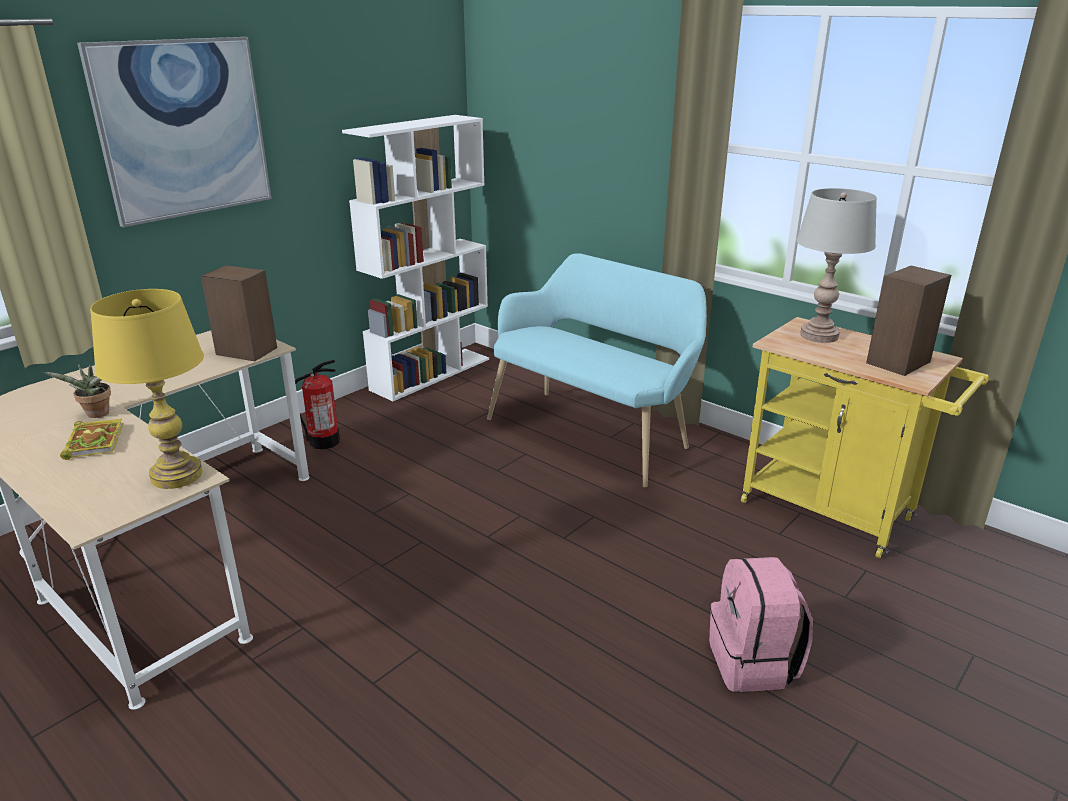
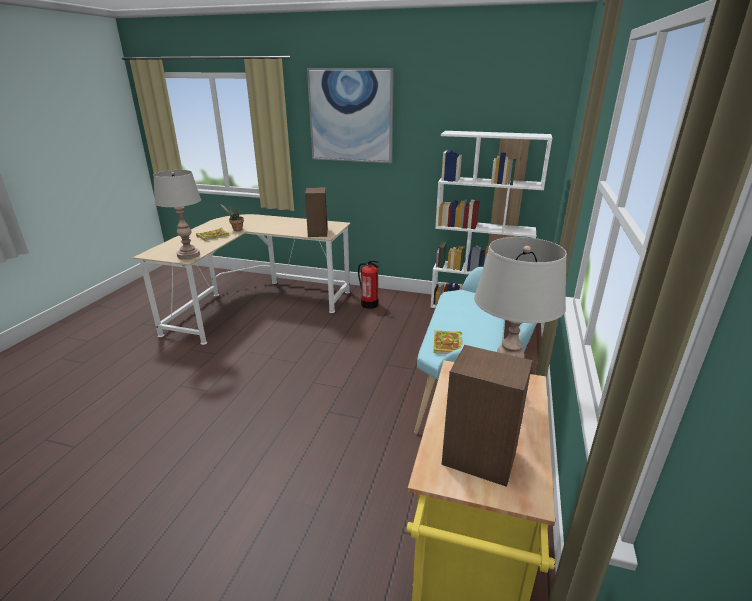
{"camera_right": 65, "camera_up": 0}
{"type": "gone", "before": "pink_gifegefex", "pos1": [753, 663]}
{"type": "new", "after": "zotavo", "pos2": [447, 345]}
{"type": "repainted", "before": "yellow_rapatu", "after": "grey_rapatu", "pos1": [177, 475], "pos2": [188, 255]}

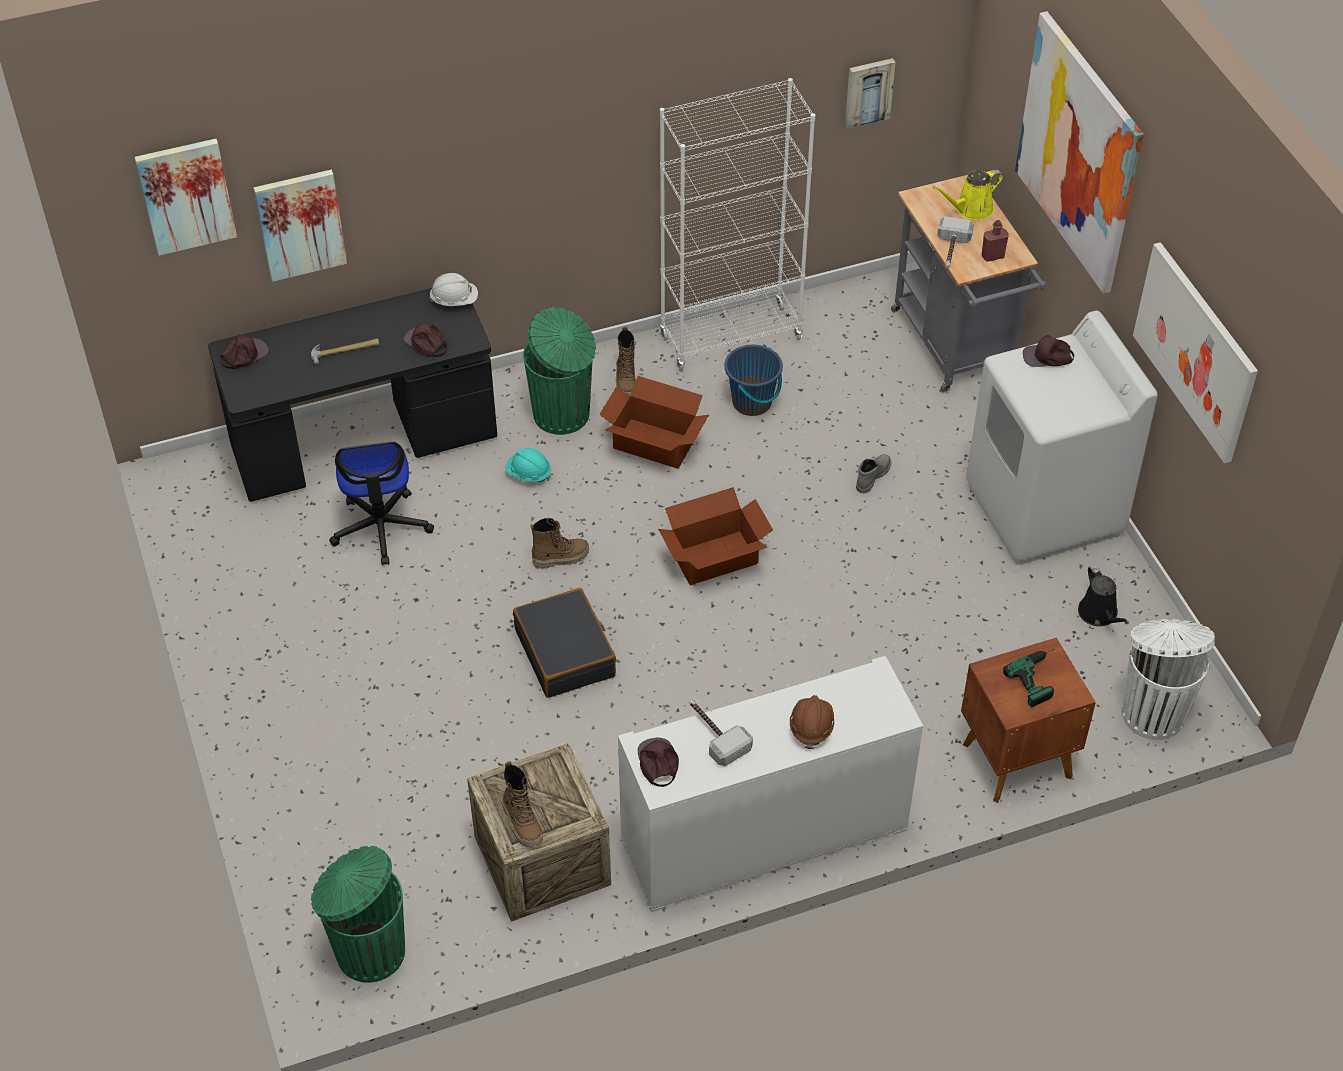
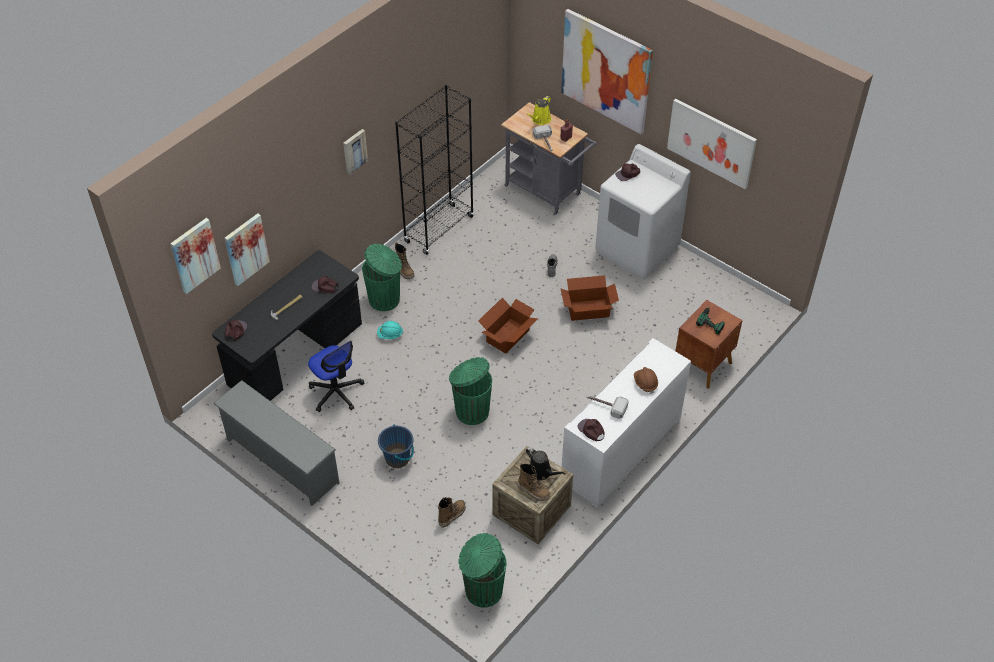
{"camera_right": -30, "camera_up": 0}
{"type": "gone", "before": "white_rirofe", "pos1": [454, 300]}
{"type": "gone", "before": "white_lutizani", "pos1": [1152, 712]}
{"type": "new", "after": "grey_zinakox", "pos2": [280, 461]}
{"type": "shifted", "before": "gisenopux", "pos1": [560, 557], "pos2": [451, 515]}
{"type": "shifted", "before": "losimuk", "pos1": [654, 444], "pos2": [588, 310]}
{"type": "shifted", "before": "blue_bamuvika", "pos1": [752, 402], "pos2": [397, 458]}
{"type": "shifted", "before": "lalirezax", "pos1": [868, 91], "pos2": [354, 151]}
{"type": "shifted", "before": "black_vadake", "pos1": [1099, 614], "pos2": [541, 472]}
{"type": "swapped", "before": "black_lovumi", "after": "green_lutizani", "pos1": [565, 653], "pos2": [471, 411]}
{"type": "repainted", "before": "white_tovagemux", "after": "black_tovagemux", "pos1": [731, 338], "pos2": [439, 229]}

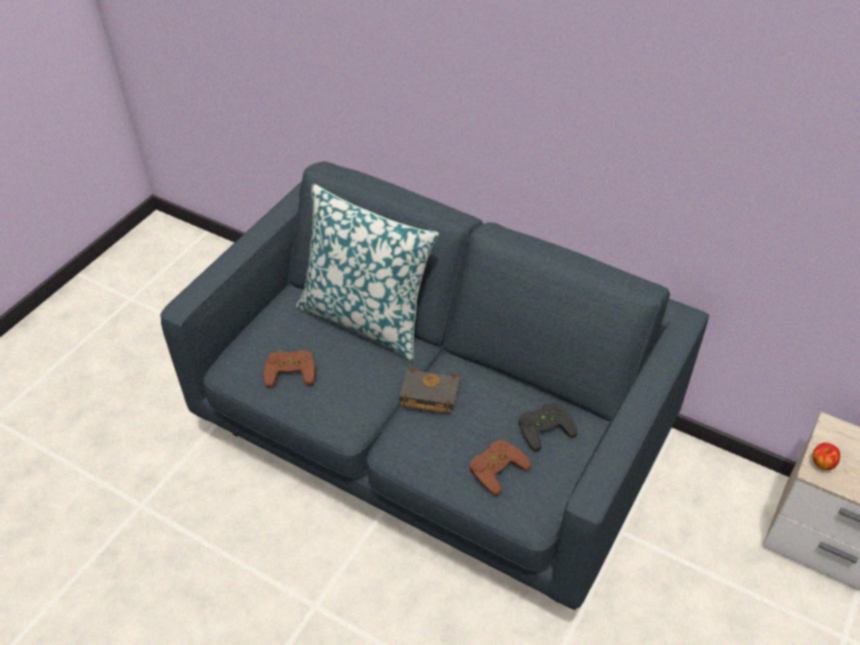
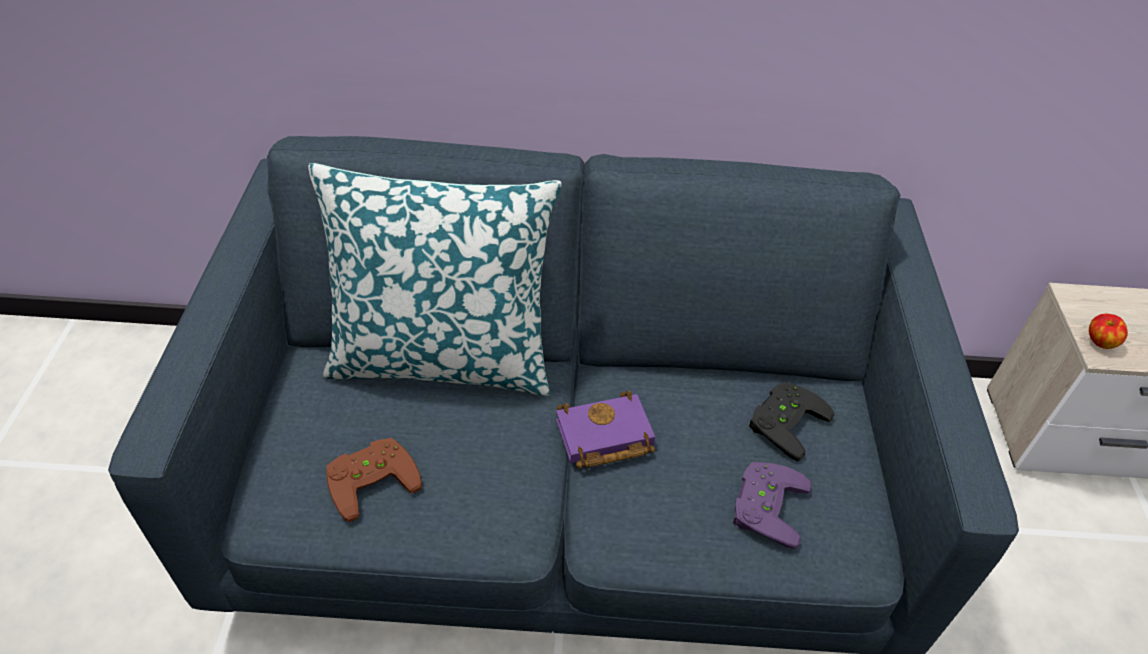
{"camera_right": -30, "camera_up": 0}
{"type": "repainted", "before": "black_zotavo", "after": "purple_zotavo", "pos1": [427, 395], "pos2": [603, 437]}
{"type": "repainted", "before": "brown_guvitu", "after": "purple_guvitu", "pos1": [495, 466], "pos2": [764, 504]}

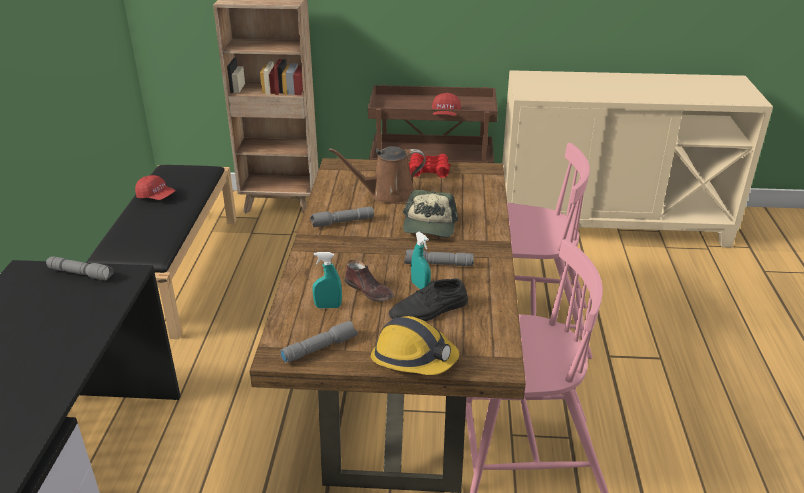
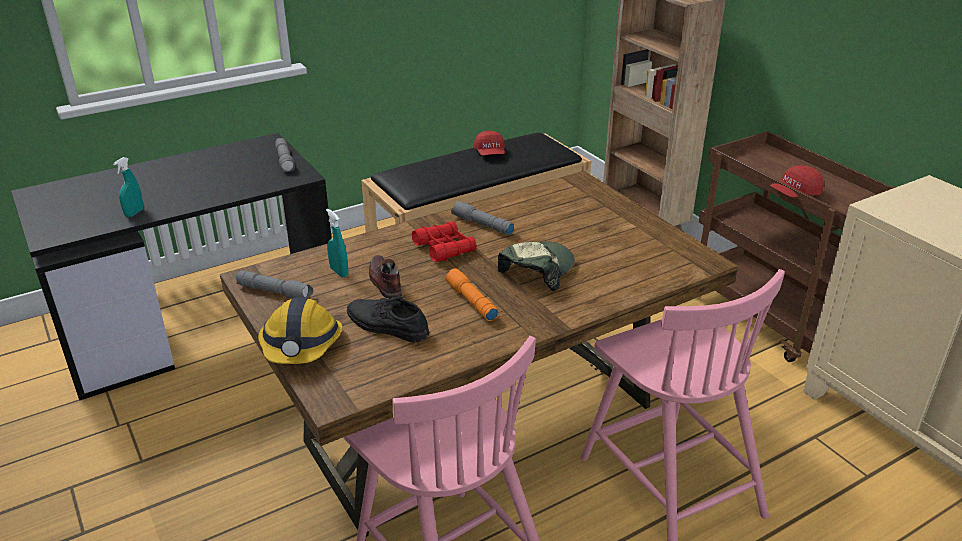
{"camera_right": 55, "camera_up": 0}
{"type": "gone", "before": "brown_vadake", "pos1": [387, 194]}
{"type": "shifted", "before": "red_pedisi", "pos1": [428, 170], "pos2": [444, 248]}
{"type": "shifted", "before": "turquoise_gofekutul", "pos1": [420, 286], "pos2": [134, 213]}
{"type": "repainted", "before": "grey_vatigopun", "after": "orange_vatigopun", "pos1": [438, 264], "pos2": [470, 301]}
{"type": "rotated", "before": "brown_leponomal", "pos1": [369, 291], "pos2": [384, 282], "turn": 150}
{"type": "rotated", "before": "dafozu", "pos1": [429, 226], "pos2": [536, 270], "turn": 150}

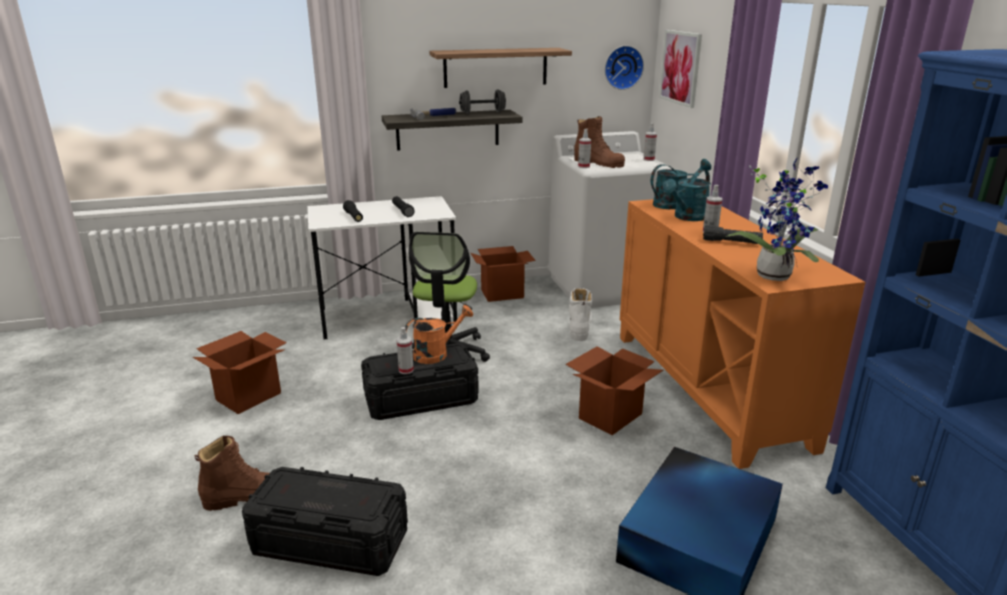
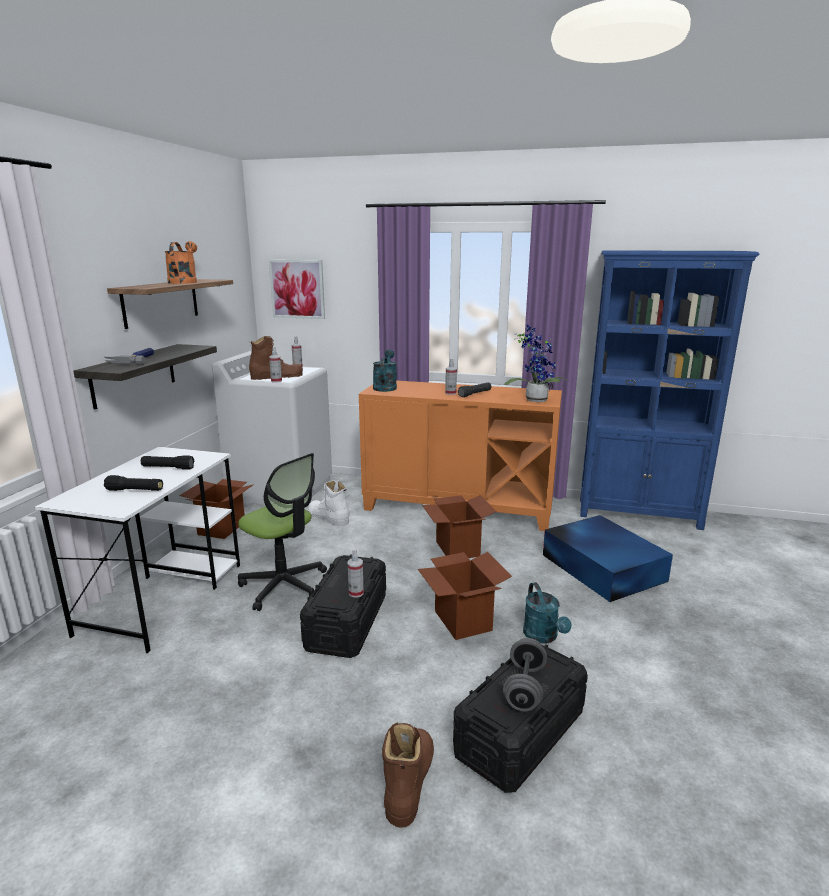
{"camera_right": -60, "camera_up": -5}
{"type": "gone", "before": "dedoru", "pos1": [622, 67]}
{"type": "shifted", "before": "losimuk", "pos1": [249, 396], "pos2": [462, 620]}
{"type": "shifted", "before": "orange_vadake", "pos1": [436, 353], "pos2": [184, 282]}
{"type": "shifted", "before": "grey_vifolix", "pos1": [482, 112], "pos2": [524, 688]}
{"type": "shifted", "before": "turquoise_vadake", "pos1": [687, 217], "pos2": [543, 637]}

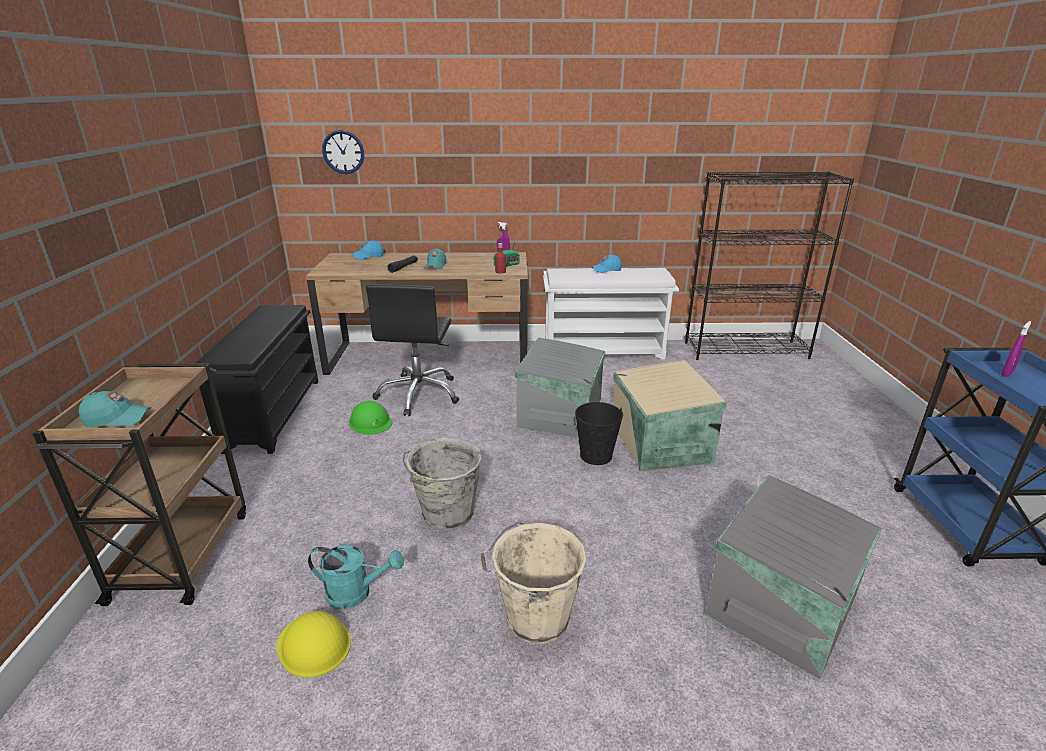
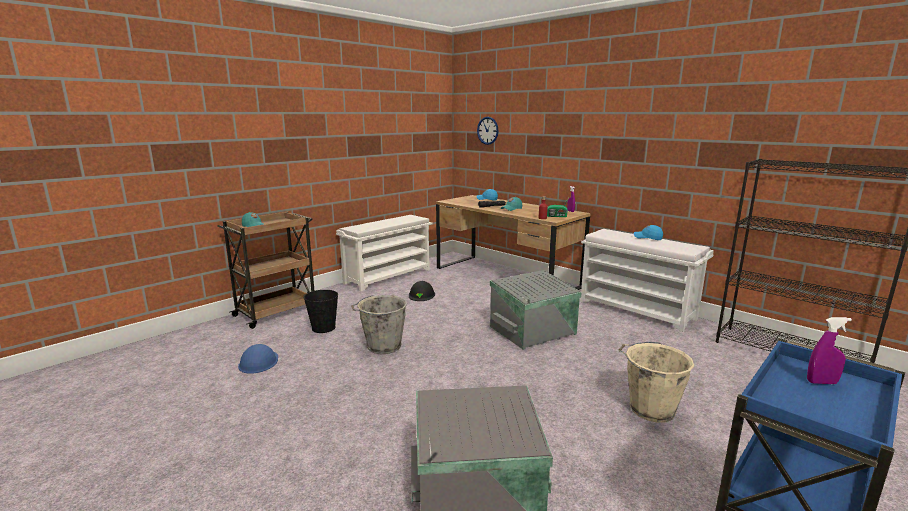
{"camera_right": 45, "camera_up": -10}
{"type": "gone", "before": "turquoise_vadake", "pos1": [356, 593]}
{"type": "gone", "before": "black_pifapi", "pos1": [419, 394]}
{"type": "gone", "before": "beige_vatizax", "pos1": [658, 442]}
{"type": "shifted", "before": "beige_bamuvika", "pos1": [534, 619], "pos2": [650, 409]}
{"type": "shifted", "before": "black_bamuvika", "pos1": [595, 455], "pos2": [323, 328]}
{"type": "repainted", "before": "black_zinakox", "after": "white_zinakox", "pos1": [273, 413], "pos2": [388, 276]}
{"type": "repainted", "before": "yellow_rirofe", "after": "blue_rirofe", "pos1": [313, 644], "pos2": [258, 362]}
{"type": "repainted", "before": "green_rirofe", "after": "black_rirofe", "pos1": [370, 422], "pos2": [421, 295]}

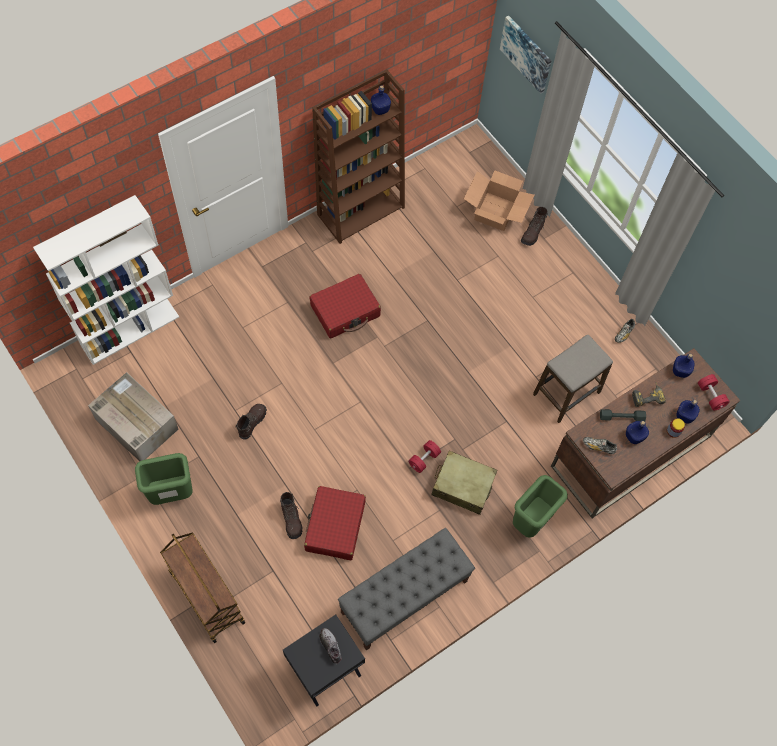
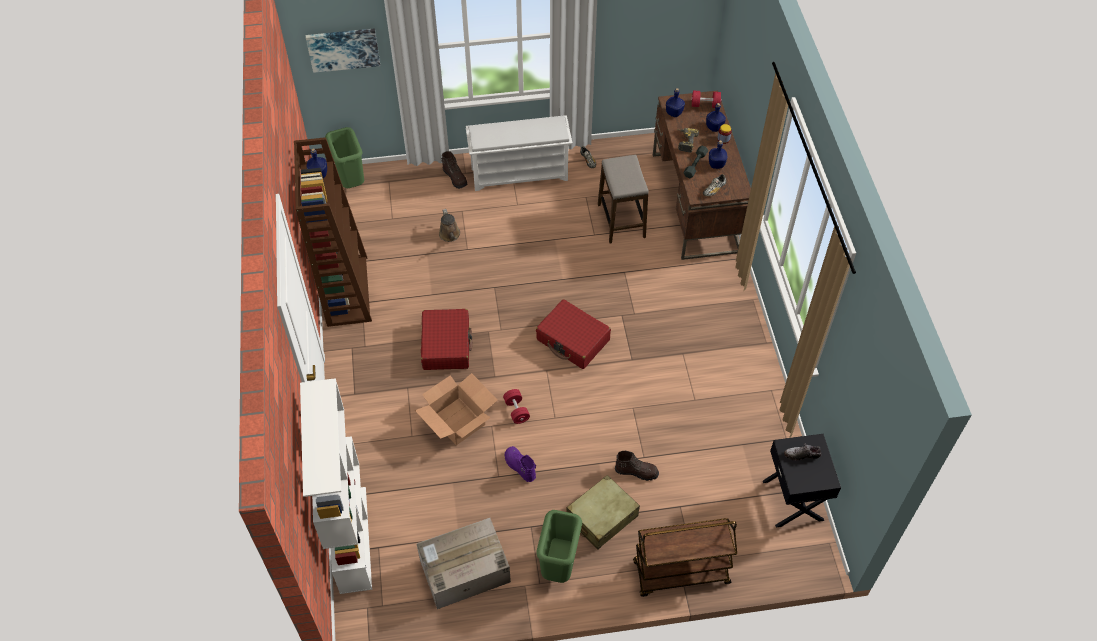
{"camera_right": -60, "camera_up": -10}
{"type": "gone", "before": "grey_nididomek", "pos1": [404, 597]}
{"type": "new", "after": "brown_vadake", "pos2": [450, 235]}
{"type": "new", "after": "white_zinakox", "pos2": [520, 173]}
{"type": "shifted", "before": "red_lovumi", "pos1": [335, 527], "pos2": [573, 340]}
{"type": "shifted", "before": "red_vifolix", "pos1": [424, 459], "pos2": [516, 411]}
{"type": "shifted", "before": "beige_lovumi", "pos1": [462, 486], "pos2": [601, 517]}
{"type": "shifted", "before": "losimuk", "pos1": [496, 211], "pos2": [458, 421]}
{"type": "shifted", "before": "green_lutizani", "pos1": [531, 521], "pos2": [351, 182]}
{"type": "repainted", "before": "brown_gisenopux", "after": "purple_gisenopux", "pos1": [252, 422], "pos2": [519, 467]}

